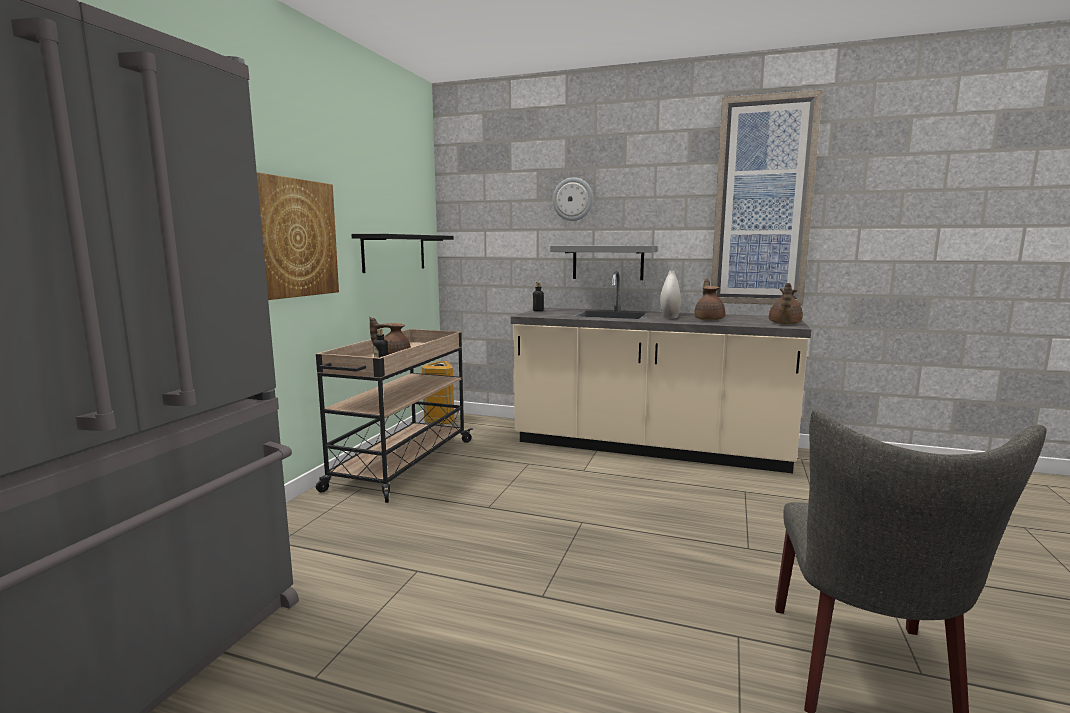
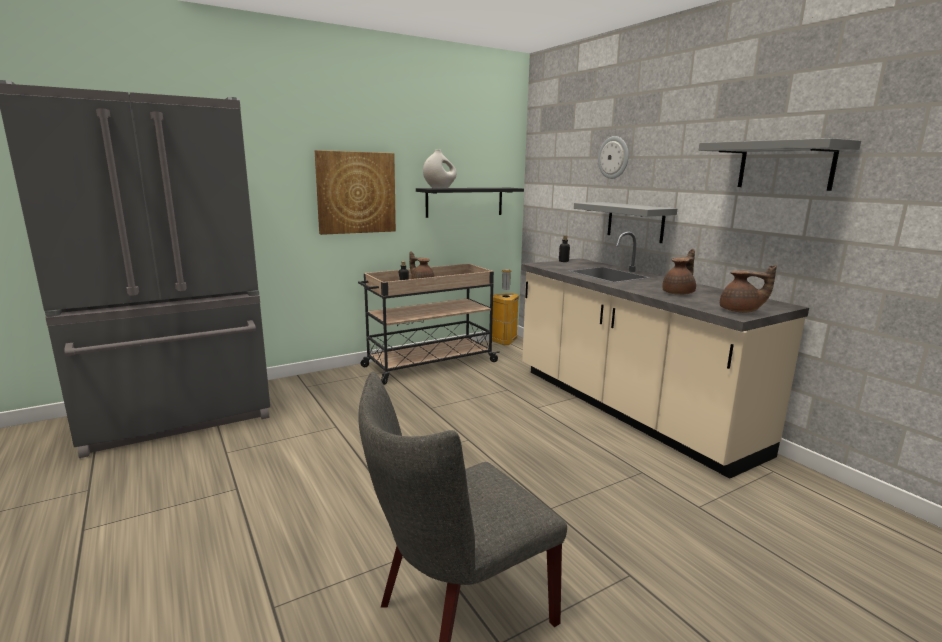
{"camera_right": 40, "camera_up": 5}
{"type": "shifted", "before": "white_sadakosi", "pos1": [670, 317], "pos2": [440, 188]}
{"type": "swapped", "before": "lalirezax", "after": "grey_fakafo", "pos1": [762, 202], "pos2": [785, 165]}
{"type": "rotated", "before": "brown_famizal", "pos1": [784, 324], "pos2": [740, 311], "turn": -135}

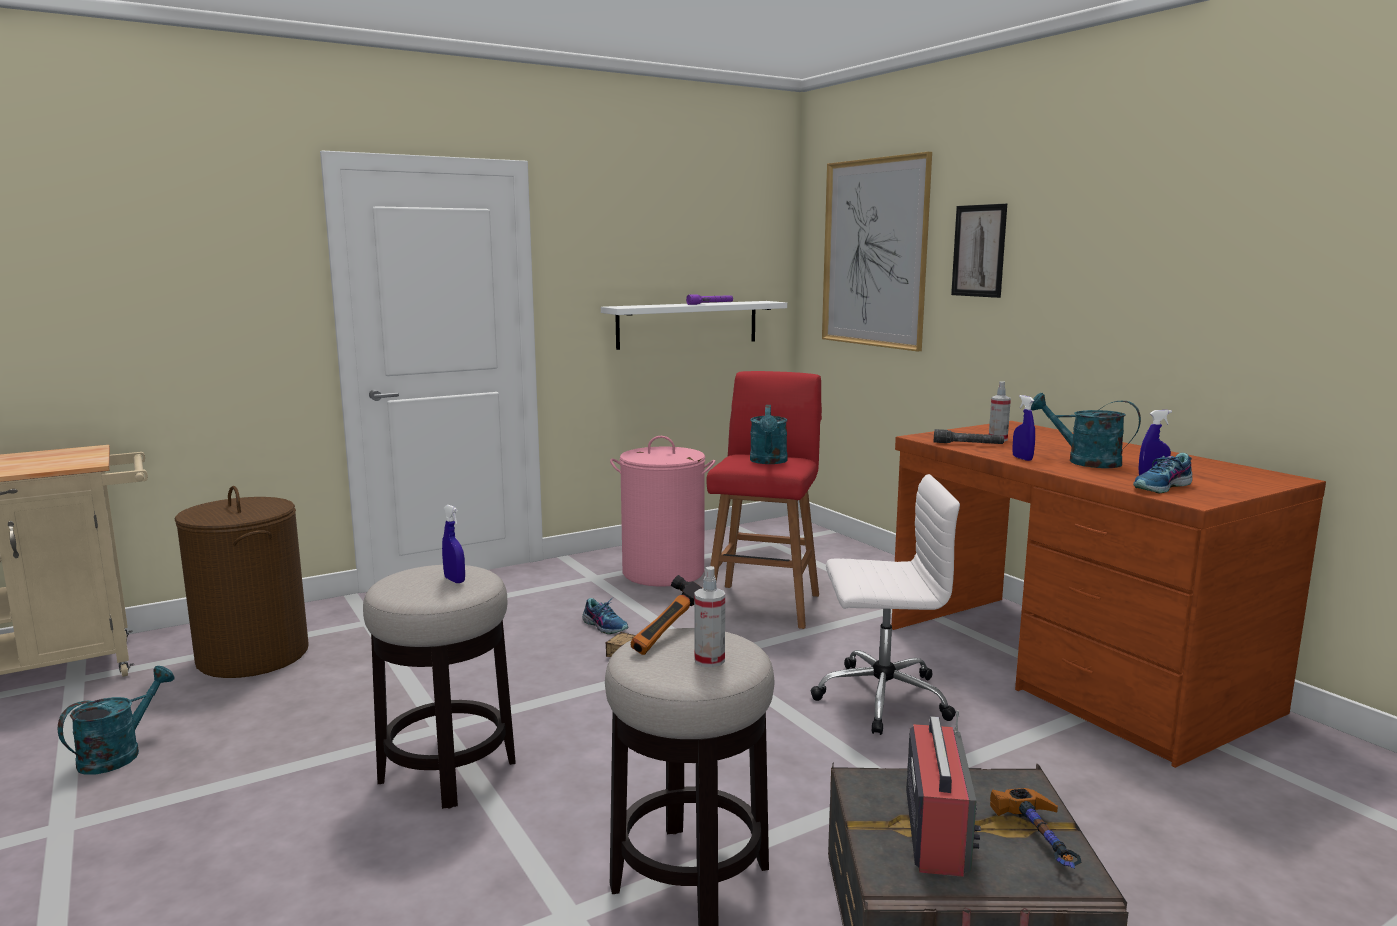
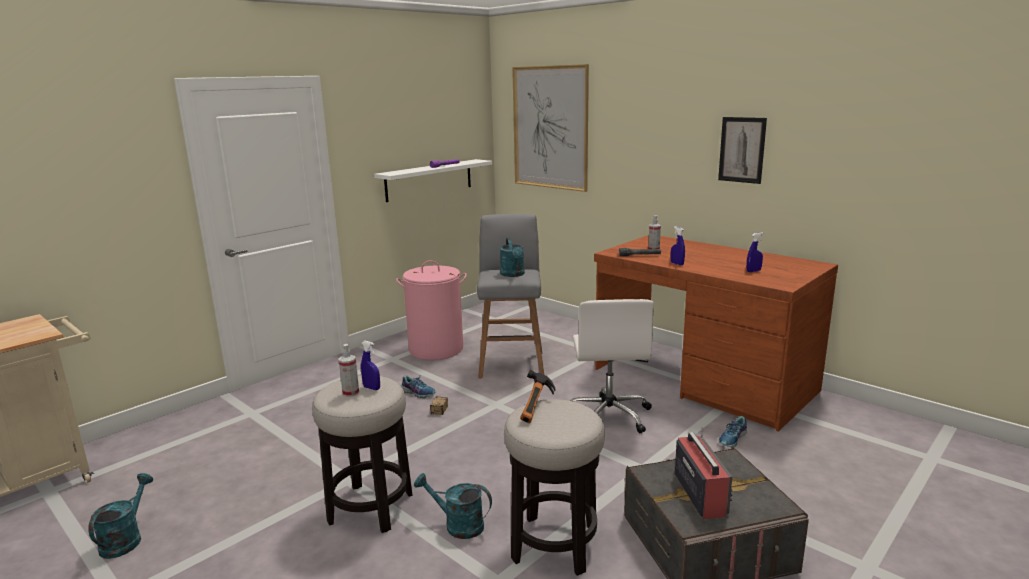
{"camera_right": -15, "camera_up": 5}
{"type": "gone", "before": "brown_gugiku", "pos1": [252, 656]}
{"type": "gone", "before": "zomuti", "pos1": [1043, 842]}
{"type": "shifted", "before": "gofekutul", "pos1": [709, 660], "pos2": [351, 393]}
{"type": "shifted", "before": "lalirezax", "pos1": [979, 251], "pos2": [742, 150]}
{"type": "shifted", "before": "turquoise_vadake", "pos1": [1084, 461], "pos2": [457, 525]}
{"type": "shifted", "before": "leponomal", "pos1": [1162, 487], "pos2": [733, 439]}
{"type": "repainted", "before": "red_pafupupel", "after": "grey_pafupupel", "pos1": [764, 604], "pos2": [511, 363]}
{"type": "rotated", "before": "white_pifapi", "pos1": [880, 698], "pos2": [608, 415], "turn": 105}

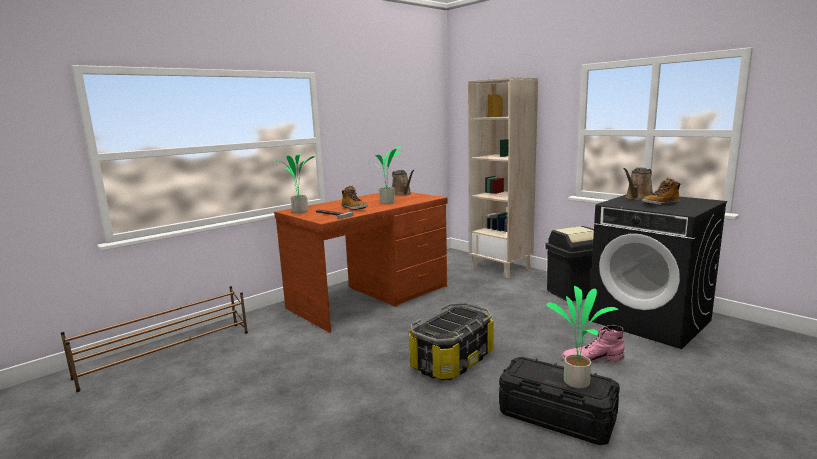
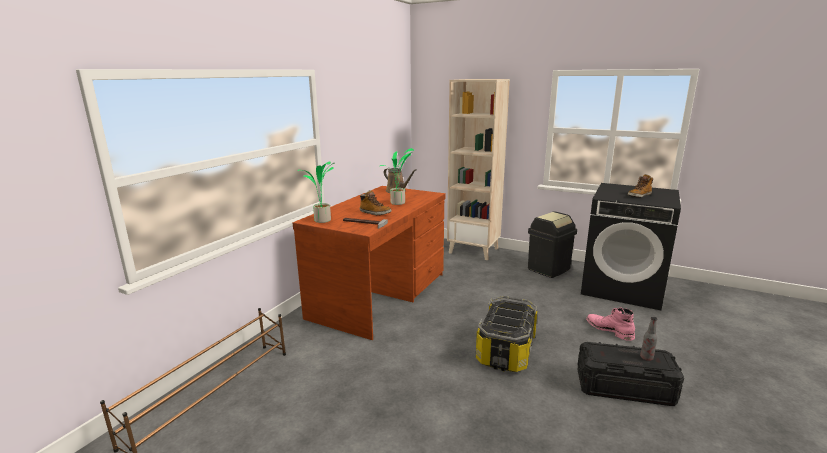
{"camera_right": -20, "camera_up": 5}
{"type": "gone", "before": "brown_vadake", "pos1": [638, 198]}
{"type": "swapped", "before": "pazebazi", "after": "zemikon", "pos1": [578, 381], "pos2": [646, 358]}
{"type": "rotated", "before": "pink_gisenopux", "pos1": [592, 359], "pos2": [609, 330], "turn": 75}

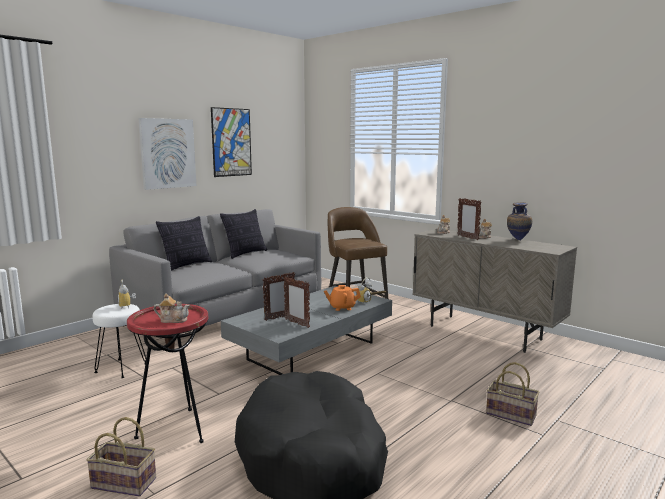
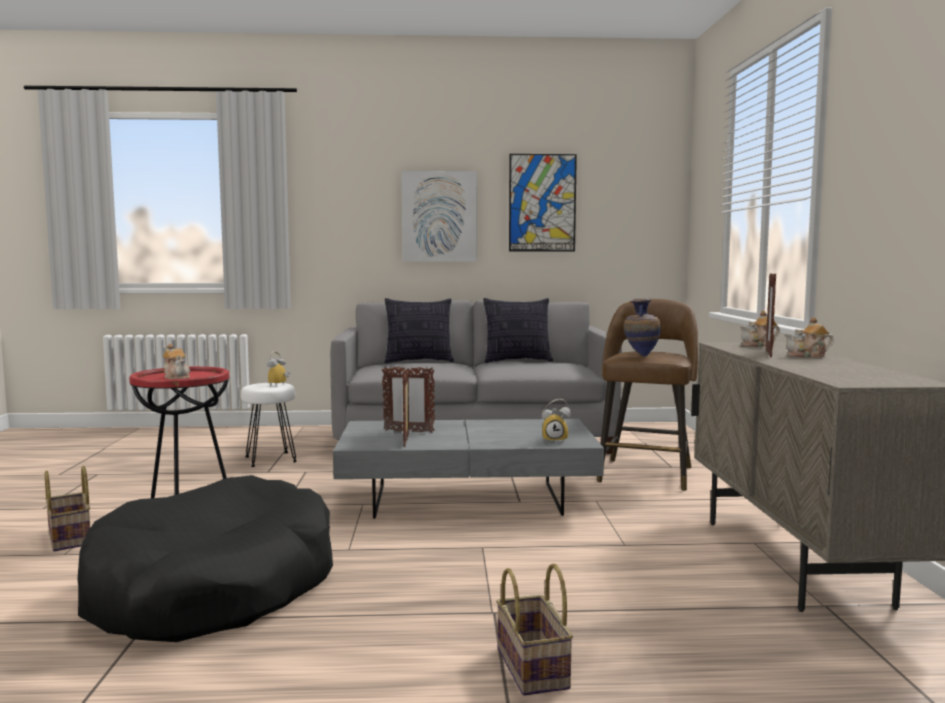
{"camera_right": 45, "camera_up": -5}
{"type": "gone", "before": "orange_famizal", "pos1": [342, 307]}
{"type": "shifted", "before": "sadakosi", "pos1": [517, 240], "pos2": [641, 356]}

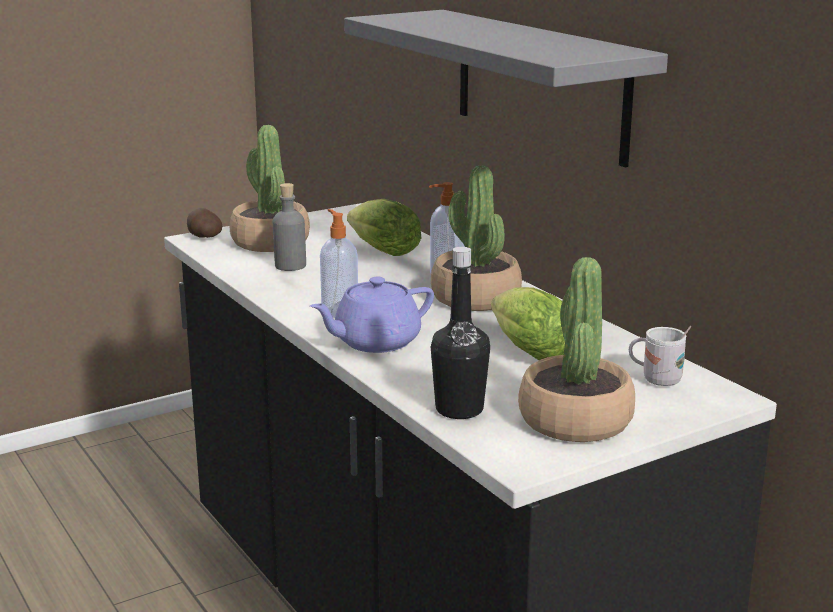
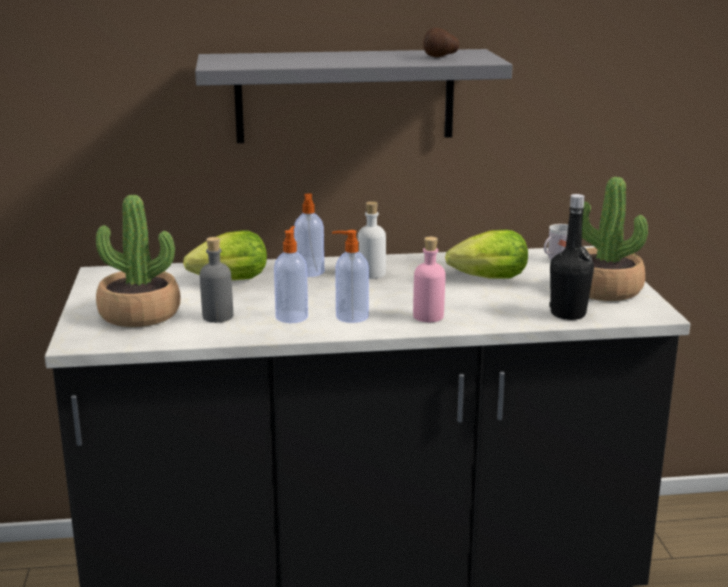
{"camera_right": -65, "camera_up": 0}
{"type": "new", "after": "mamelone", "pos2": [292, 316]}
{"type": "shifted", "before": "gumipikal", "pos1": [203, 237], "pos2": [439, 57]}
{"type": "swapped", "before": "purple_famizal", "after": "pink_zemikon", "pos1": [375, 342], "pos2": [428, 316]}
{"type": "swapped", "before": "pazebazi", "after": "white_zemikon", "pos1": [475, 298], "pos2": [371, 274]}

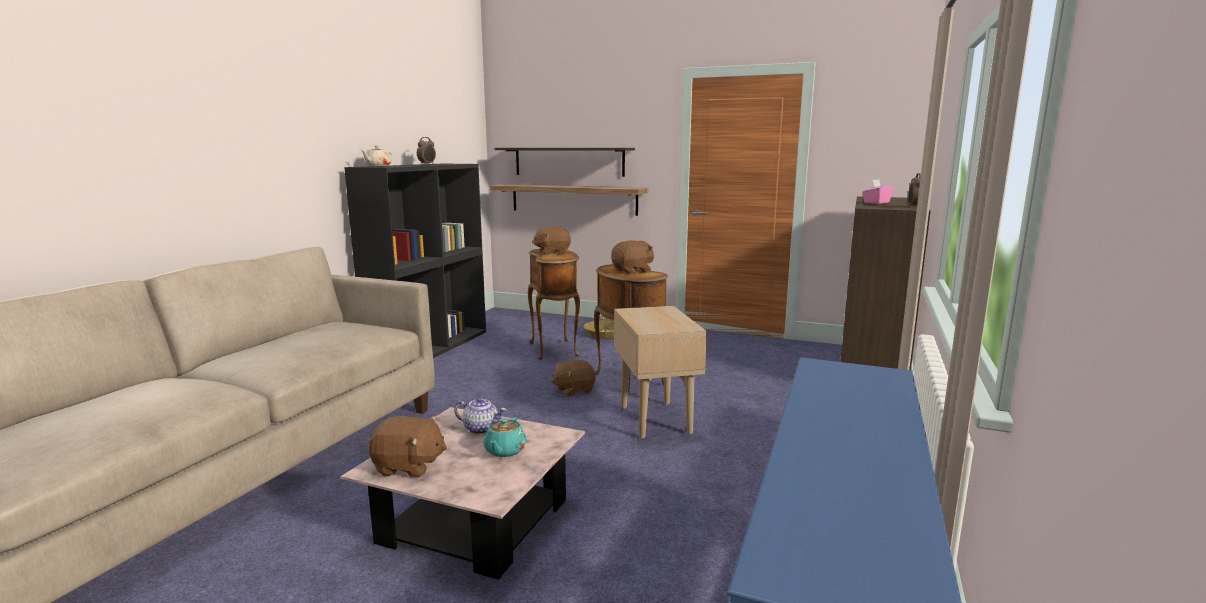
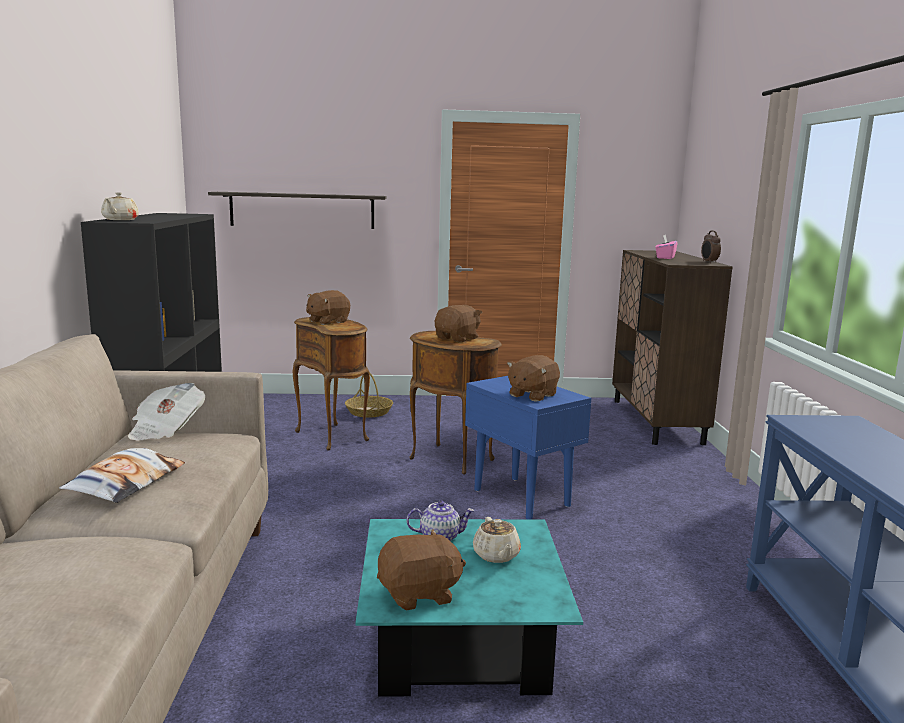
{"camera_right": -25, "camera_up": 0}
{"type": "gone", "before": "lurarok", "pos1": [427, 164]}
{"type": "gone", "before": "fakafo", "pos1": [573, 199]}
{"type": "new", "after": "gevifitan", "pos2": [126, 483]}
{"type": "new", "after": "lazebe", "pos2": [166, 429]}
{"type": "shifted", "before": "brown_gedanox", "pos1": [574, 390], "pos2": [532, 395]}
{"type": "repainted", "before": "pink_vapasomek", "after": "turquoise_vapasomek", "pos1": [475, 521], "pos2": [460, 643]}
{"type": "repainted", "before": "turquoise_famizal", "after": "beige_famizal", "pos1": [505, 451], "pos2": [496, 555]}
{"type": "repainted", "before": "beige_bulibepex", "after": "blue_bulibepex", "pos1": [655, 419], "pos2": [521, 497]}

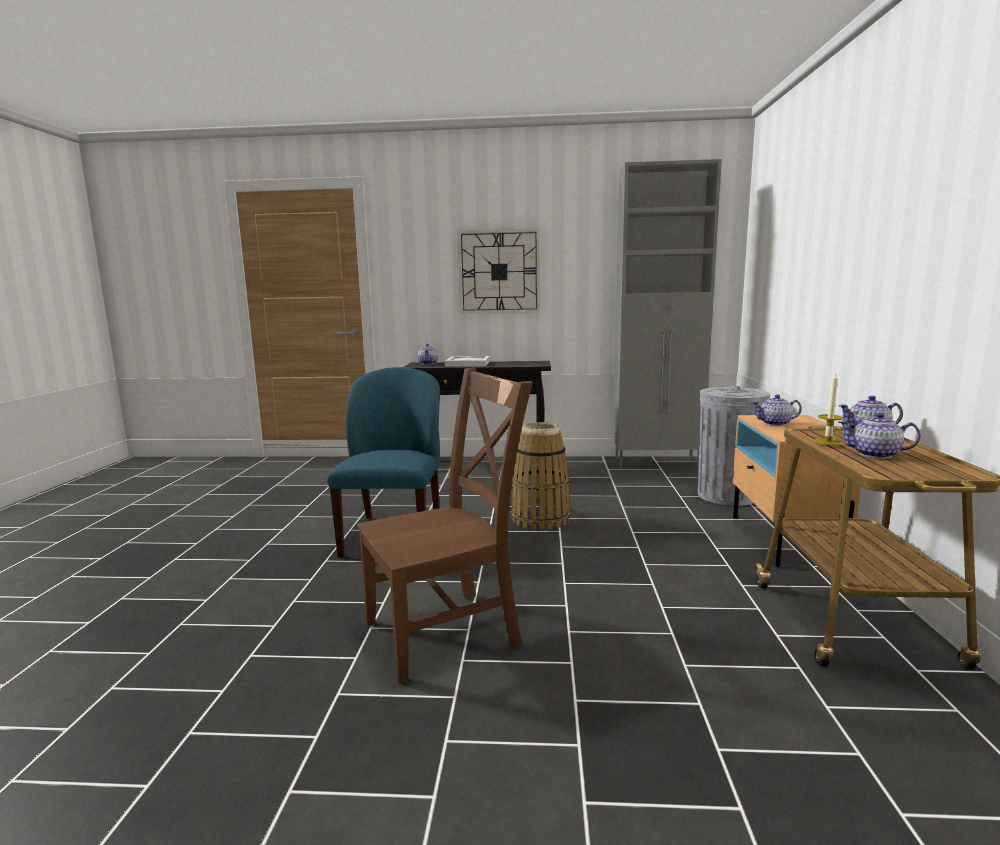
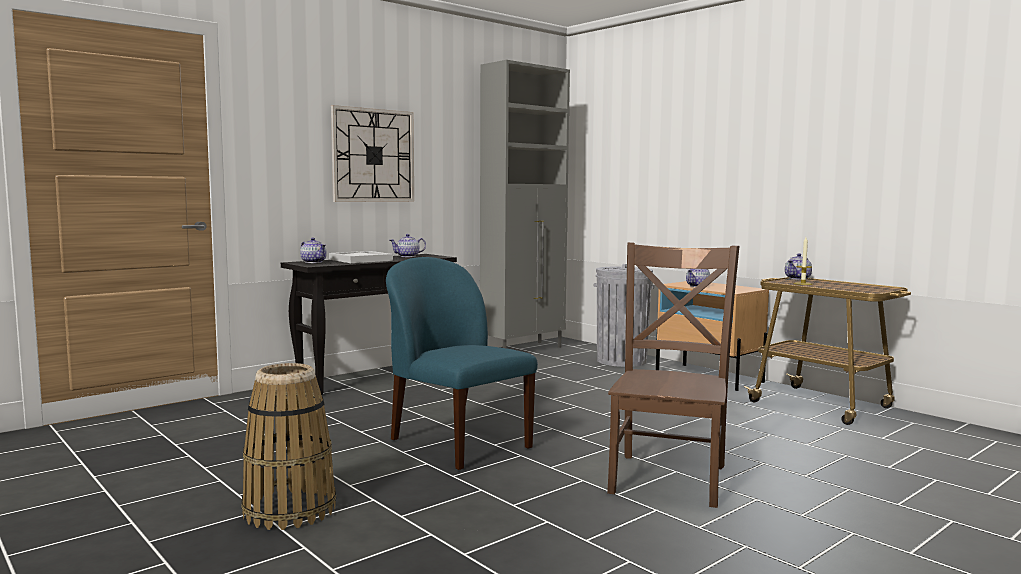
{"camera_right": -45, "camera_up": -5}
{"type": "shifted", "before": "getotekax", "pos1": [541, 518], "pos2": [290, 510]}
{"type": "shifted", "before": "famizal", "pos1": [876, 454], "pos2": [408, 256]}

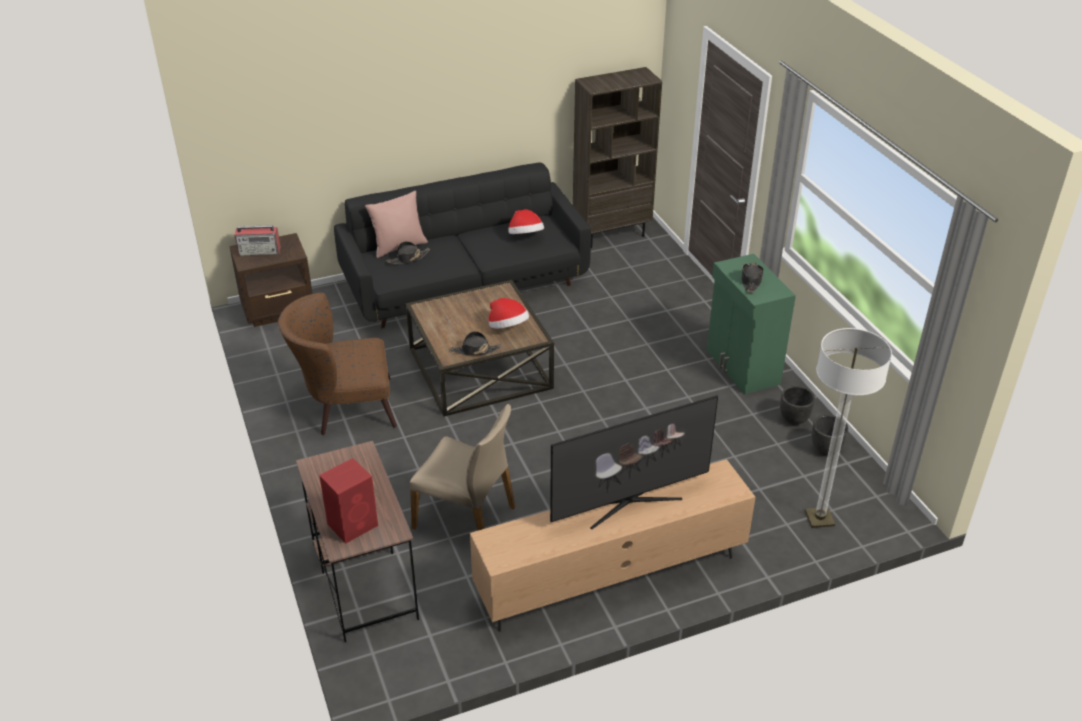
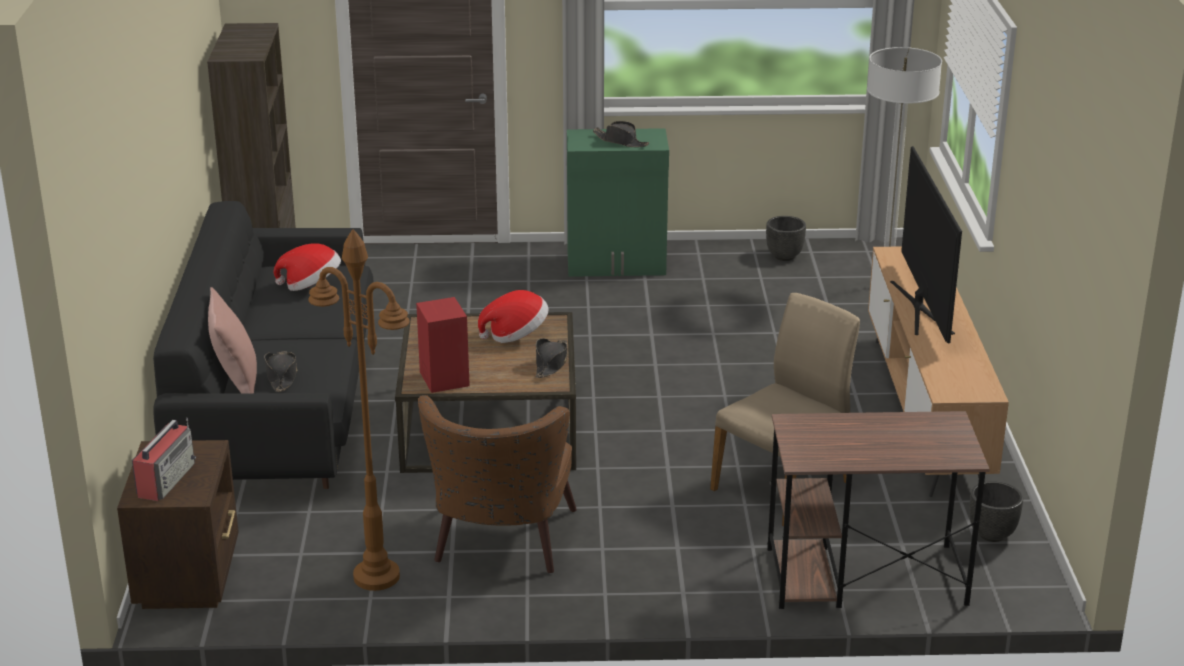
{"camera_right": -70, "camera_up": -10}
{"type": "new", "after": "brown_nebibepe", "pos2": [376, 576]}
{"type": "shifted", "before": "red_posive", "pos1": [353, 524], "pos2": [444, 378]}
{"type": "shifted", "before": "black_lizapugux", "pos1": [793, 419], "pos2": [992, 535]}

